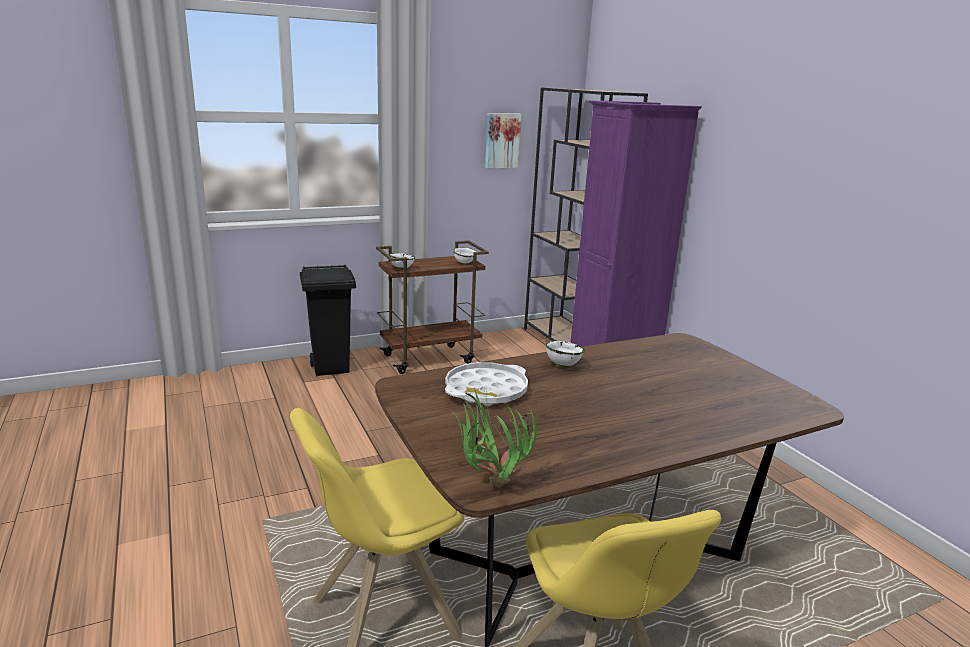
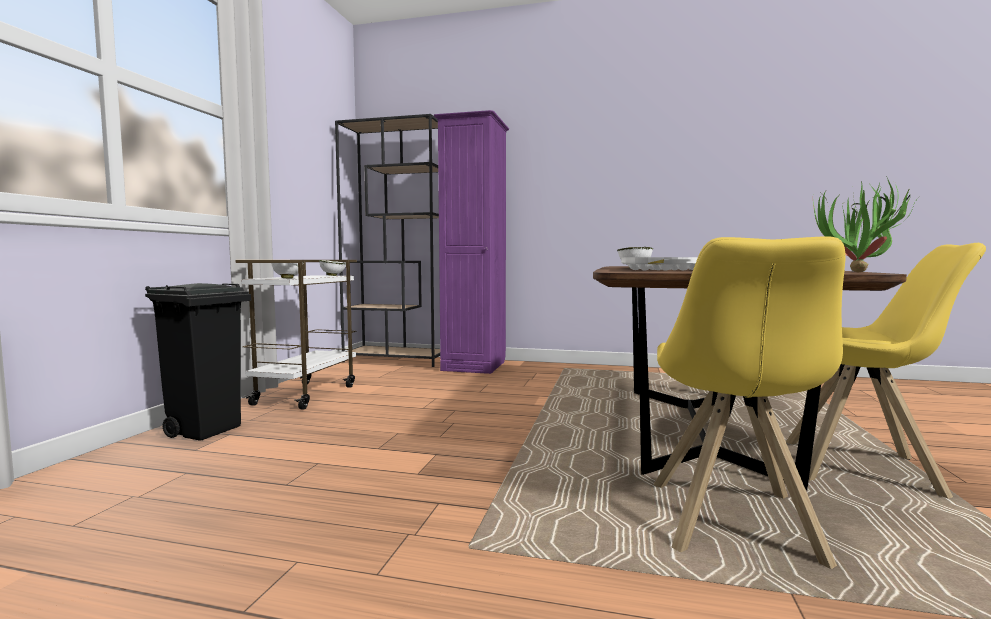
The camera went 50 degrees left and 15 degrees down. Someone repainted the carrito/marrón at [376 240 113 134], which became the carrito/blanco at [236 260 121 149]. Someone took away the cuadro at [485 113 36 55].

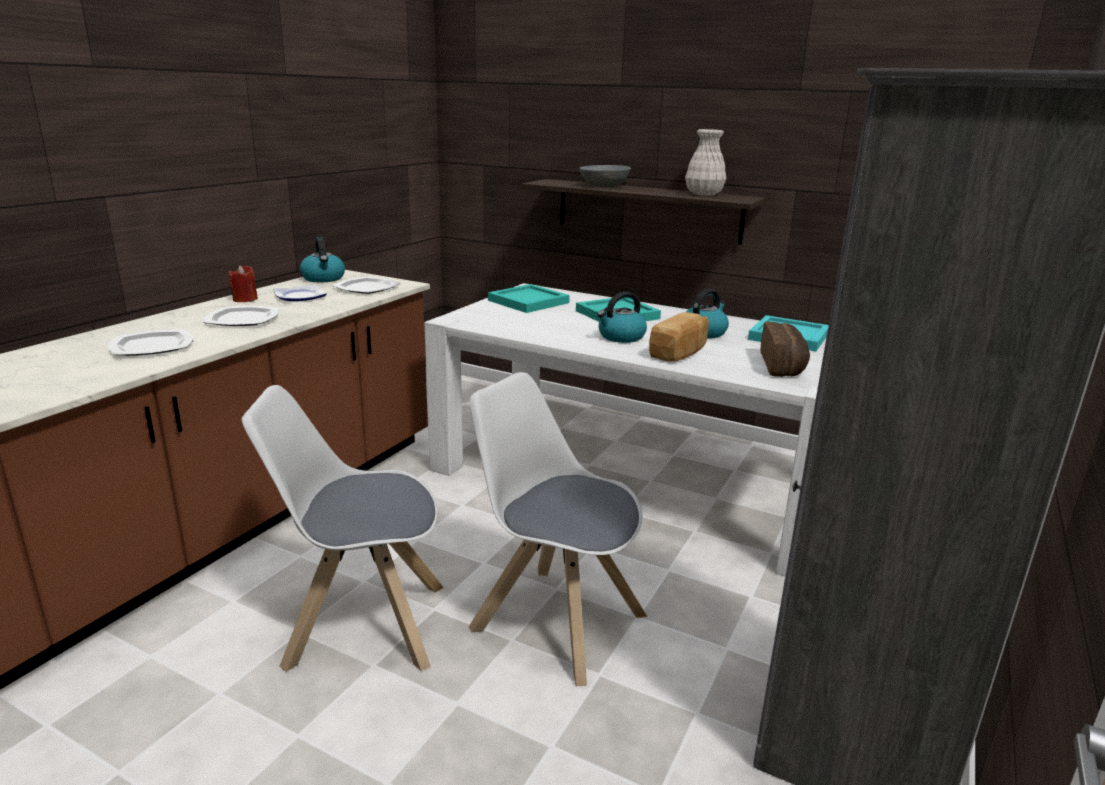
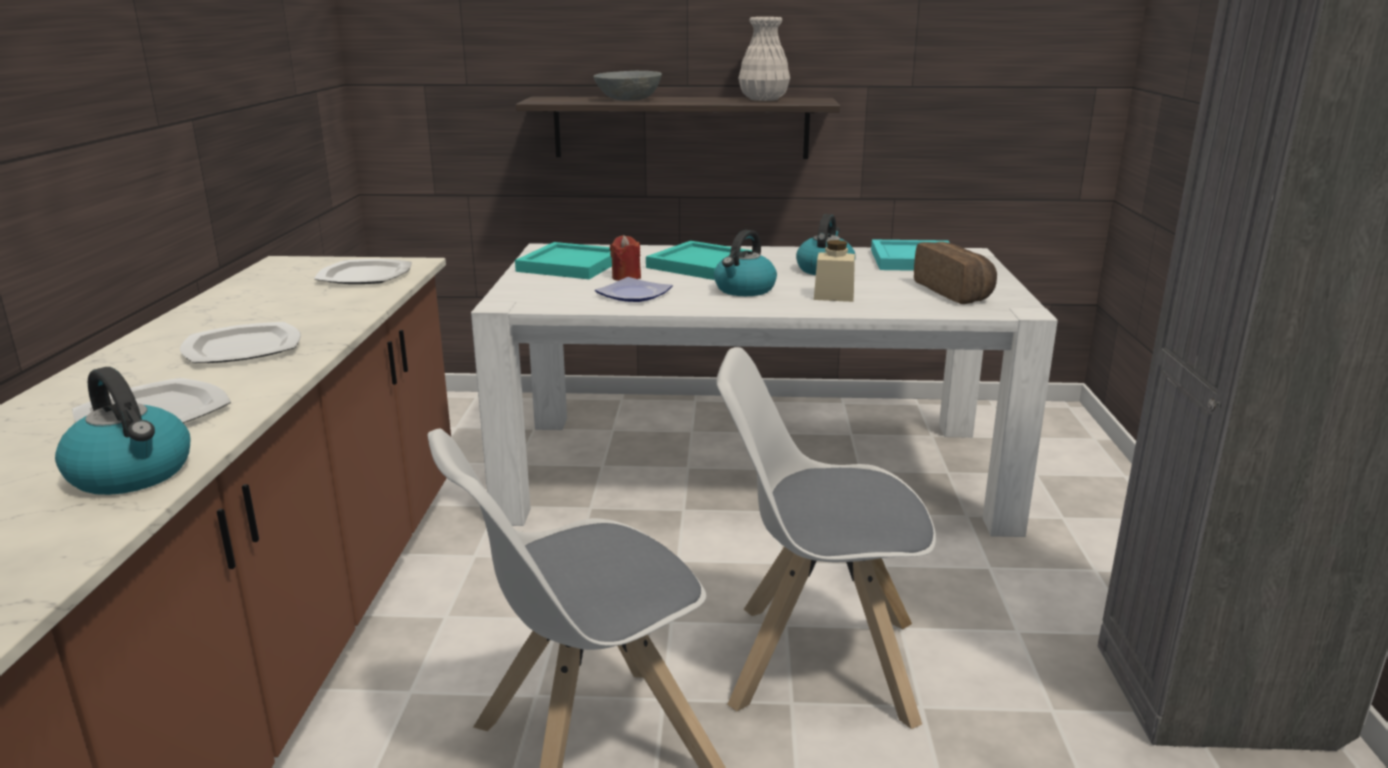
The camera went 25 degrees left and 0 degrees up. Someone carried the hervidor from [300 237 45 45] to [55 367 135 128]. Someone carried the plato from [273 284 54 17] to [595 277 78 25]. Someone carried the vela/rojo from [229 265 29 37] to [610 235 31 46]. Someone swapped the pan at [649 312 60 49] for the tarro/beis at [814 240 41 62].

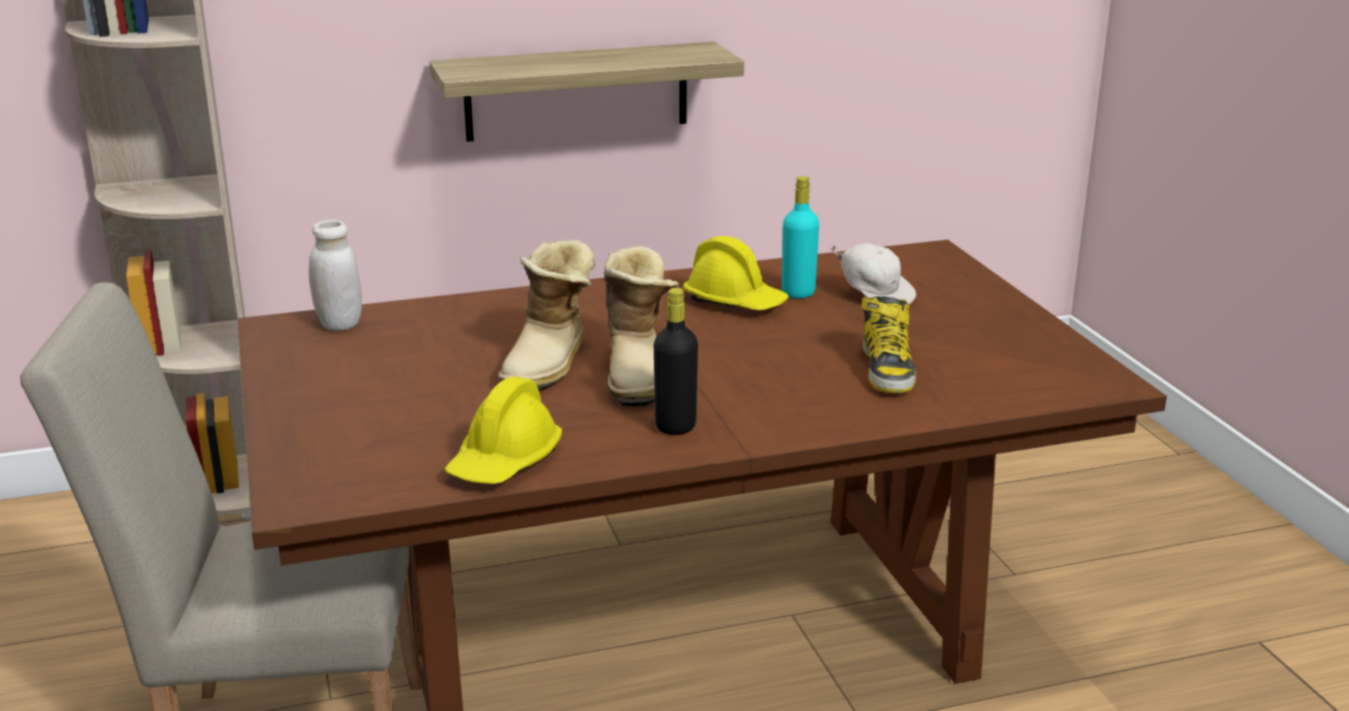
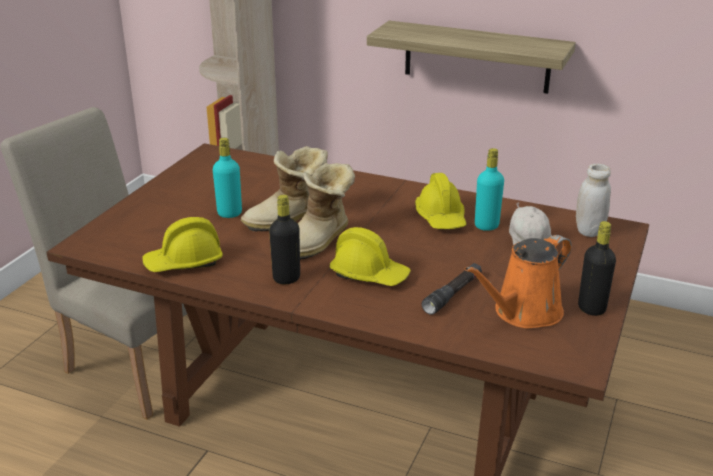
The camera went 40 degrees right and 5 degrees up. Someone put down the botella/turquesa at [213 138 29 80]. Someone put down the casco/amarillo at [330 227 81 59]. Someone swapped the bota at [861 296 55 97] for the linterna/negro at [422 263 60 52]. Someone put down the regadera/naranja at [464 235 108 94]. Someone carried the tarro/blanco from [309 220 53 110] to [576 164 35 73]. Someone put down the botella/negro at [578 221 38 95].

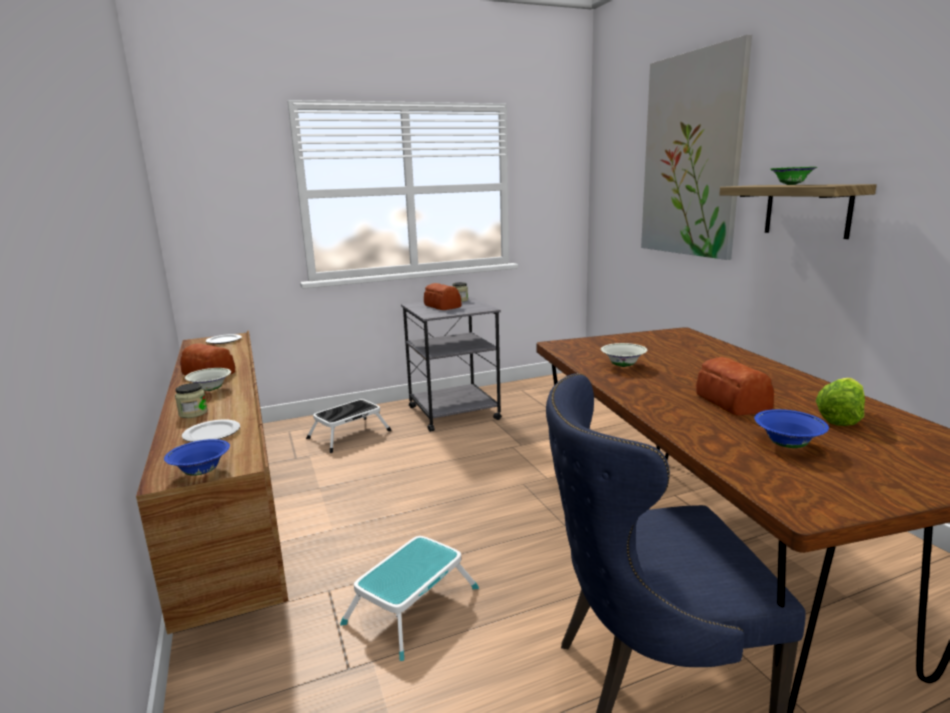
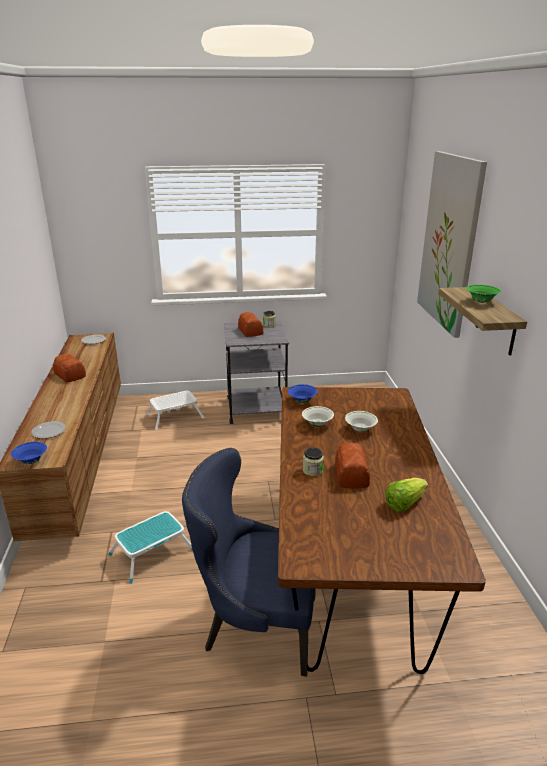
The camera went 15 degrees right and 10 degrees up. Someone repainted the escalera de tijera/negro at [306 399 86 54], which became the escalera de tijera/blanco at [145 391 60 39]. Someone carried the cuenco/azul from [754 409 75 39] to [288 384 30 19]. Someone carried the tarro from [175 383 33 35] to [303 448 21 28]. Someone carried the cuenco/blanco from [185 368 46 23] to [345 411 33 21].

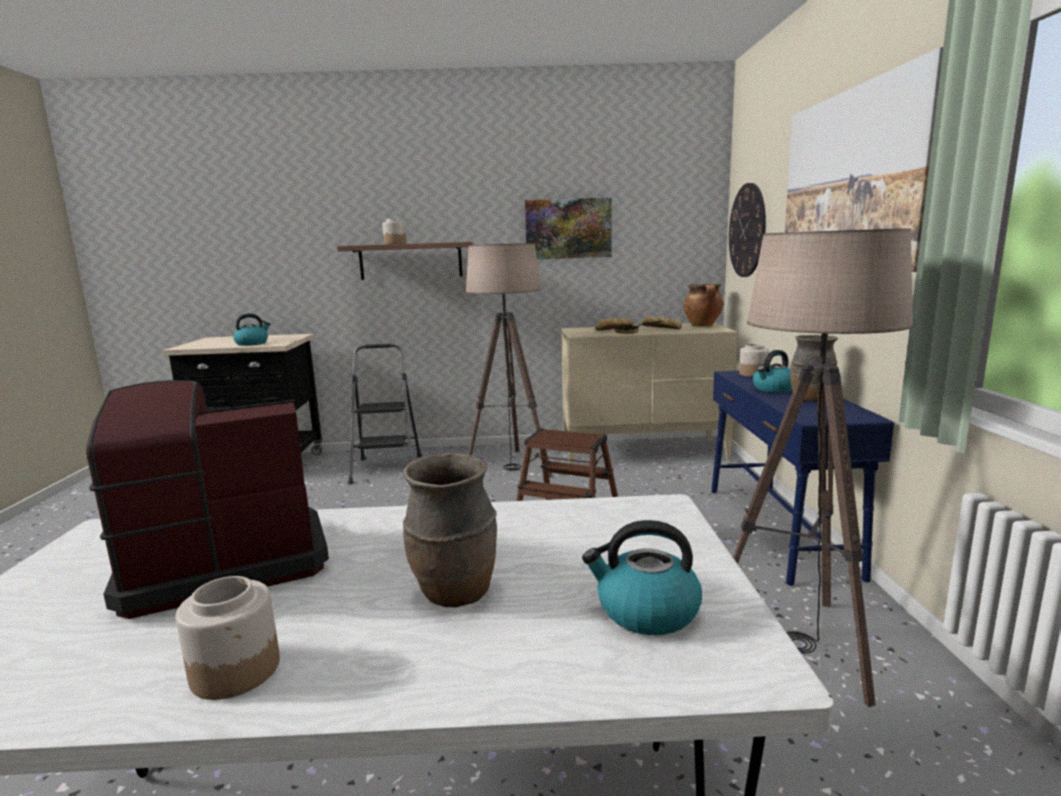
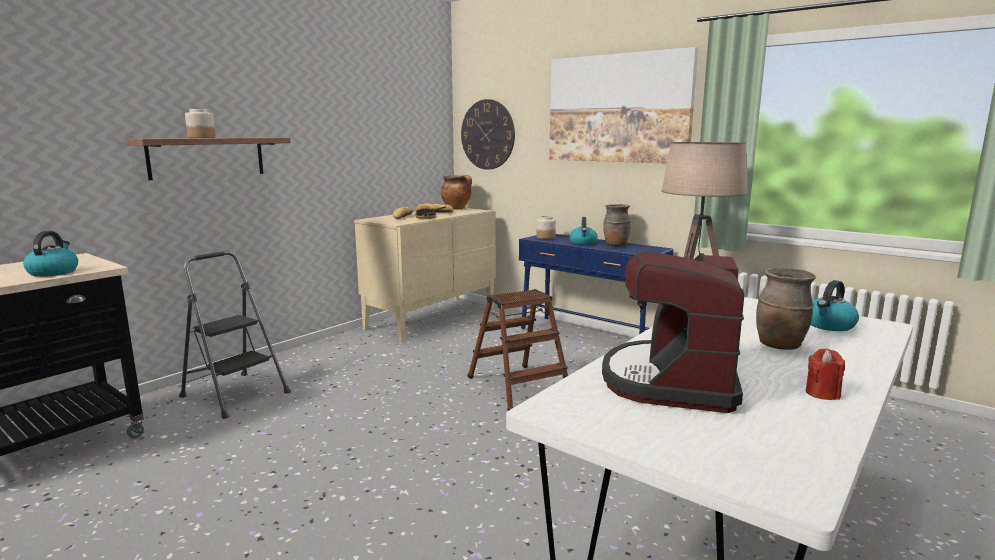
The camera went 50 degrees left and 0 degrees up. Someone swapped the tarro at [176 576 104 124] for the vela/rojo at [806 349 39 51]. Someone took away the lámpara de pie at [466 243 87 234]. Someone took away the cuadro at [525 198 86 61].

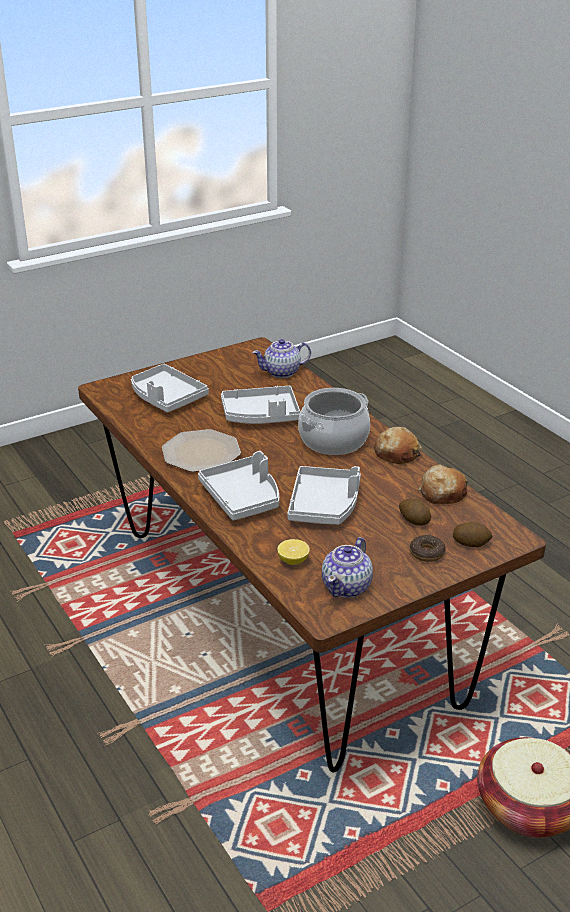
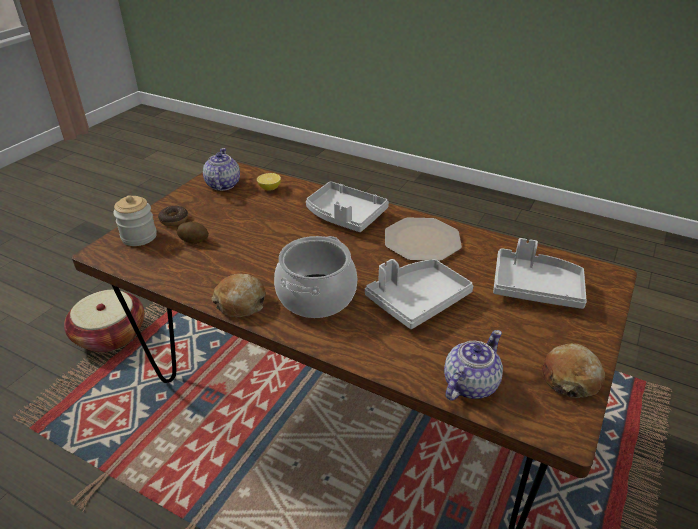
The camera went 150 degrees right and 5 degrees up. Someone swapped the patata at [453 522 40 25] for the tarro at [113 195 44 51]. Someone carried the pan from [419 465 48 39] to [542 343 63 55]. Someone took away the bandeja/gris at [287 466 74 59].

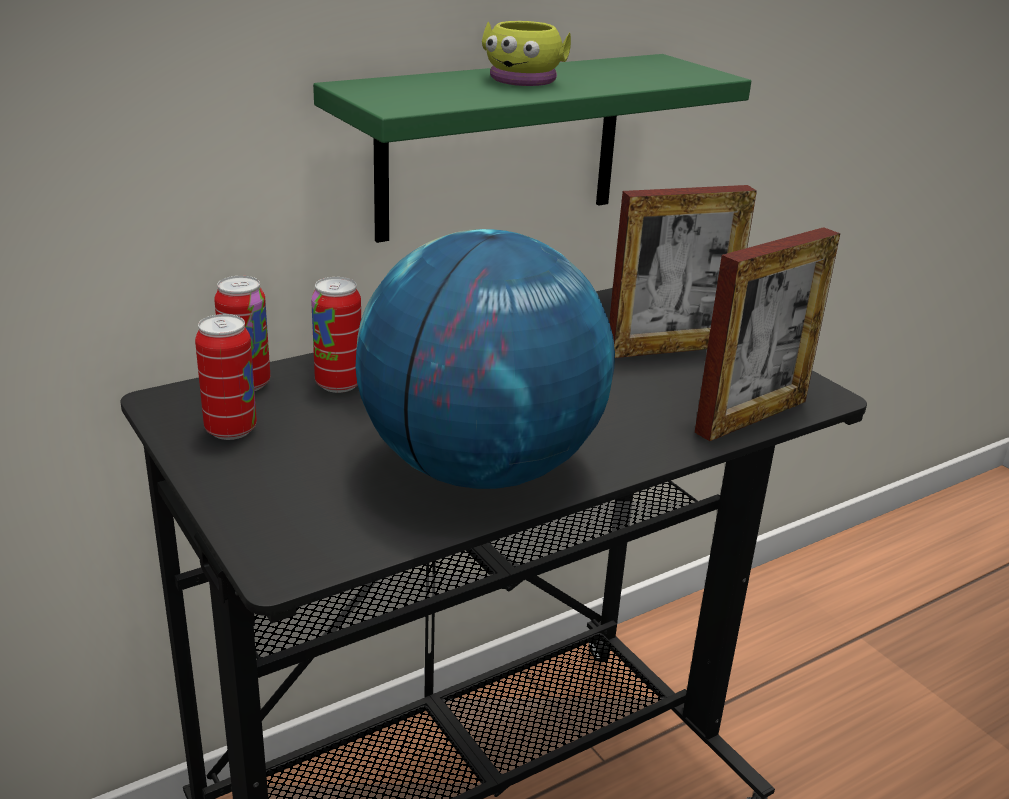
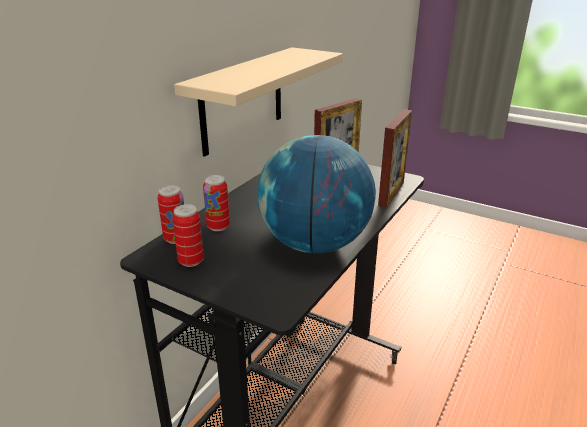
The camera went 25 degrees left and 0 degrees up. Someone repainted the estante/verde at [313 54 438 189], which became the estante/beis at [174 47 169 110]. Someone took away the taza grande/amarillo at [482 21 89 65].

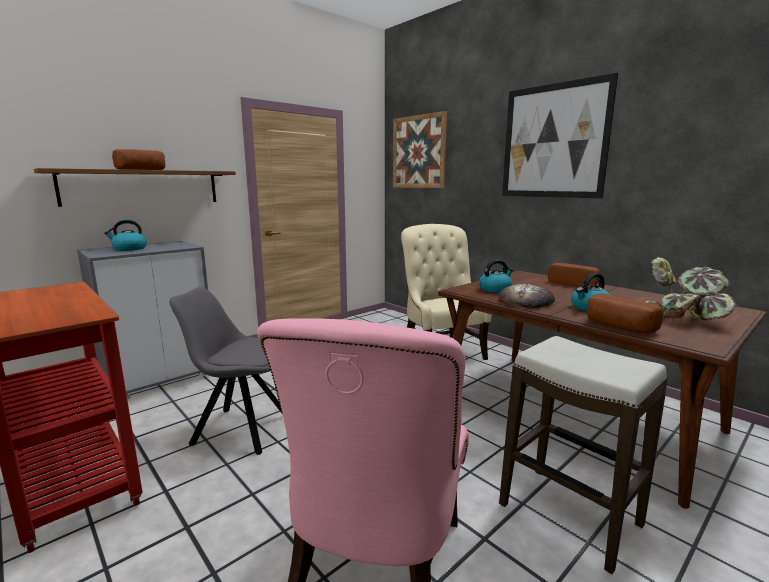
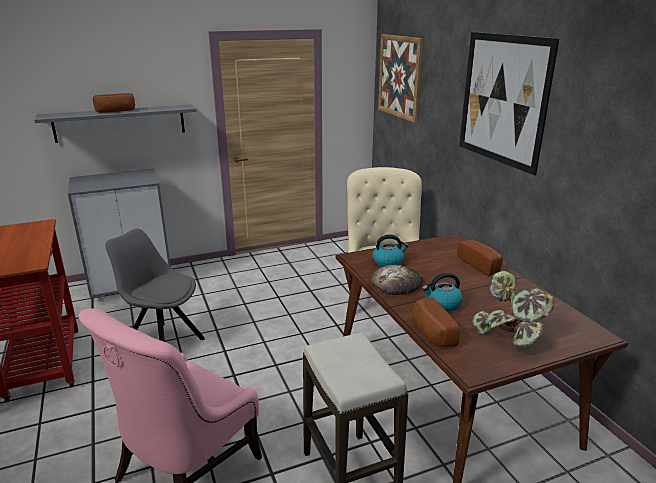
The camera went 20 degrees right and 10 degrees up. Someone repainted the estante/marrón at [34 168 202 39], which became the estante/gris at [34 104 163 39]. Someone took away the hervidor at [104 220 43 31].

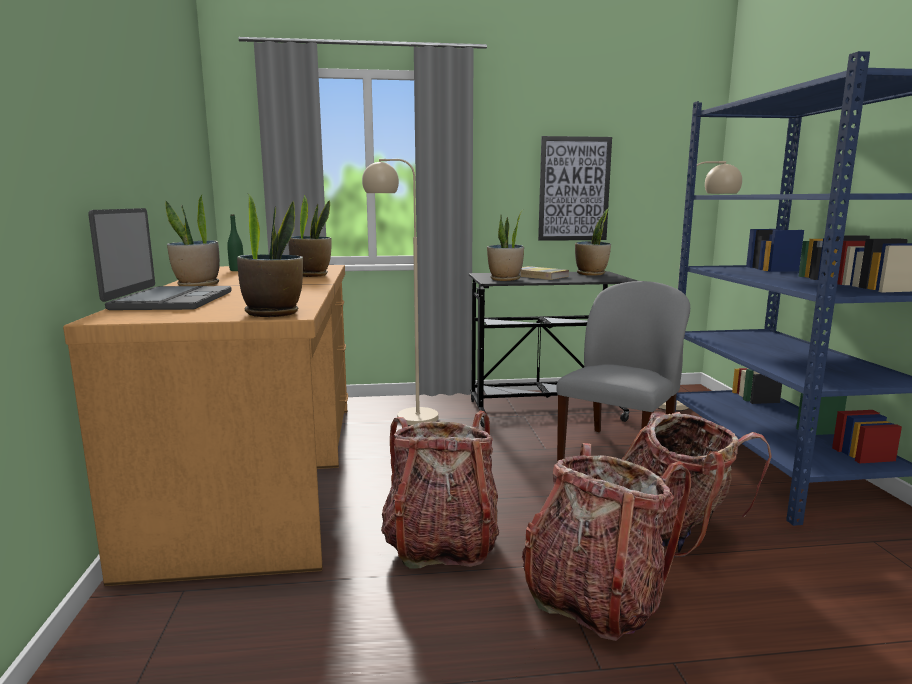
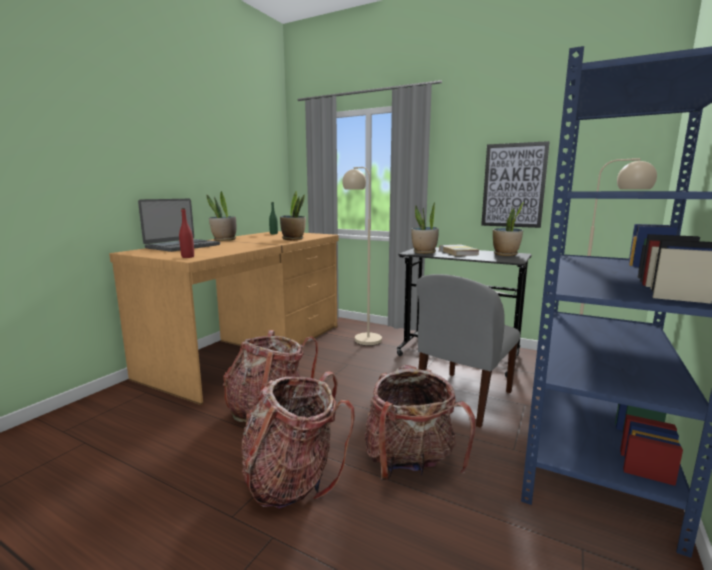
The camera went 35 degrees right and 0 degrees up. Someone swapped the planta en maceta at [237 193 66 124] for the botella/rojo at [179 208 15 50]. Someone rotated the silla/gris at [556 281 134 181] by 150 degrees clockwise.

